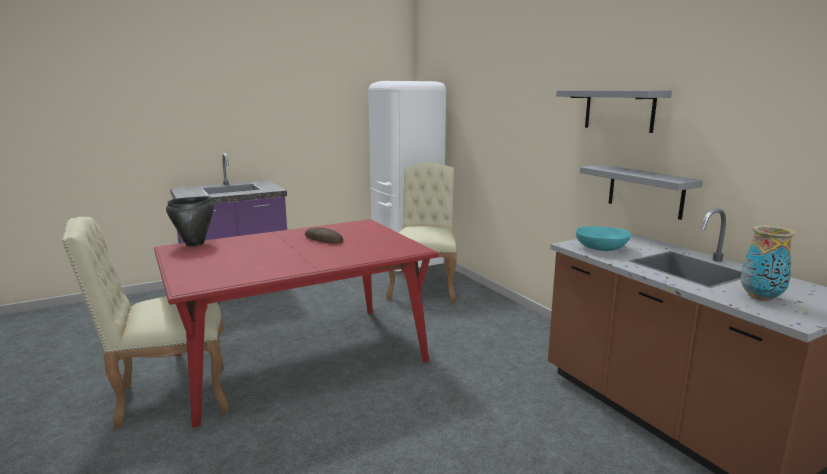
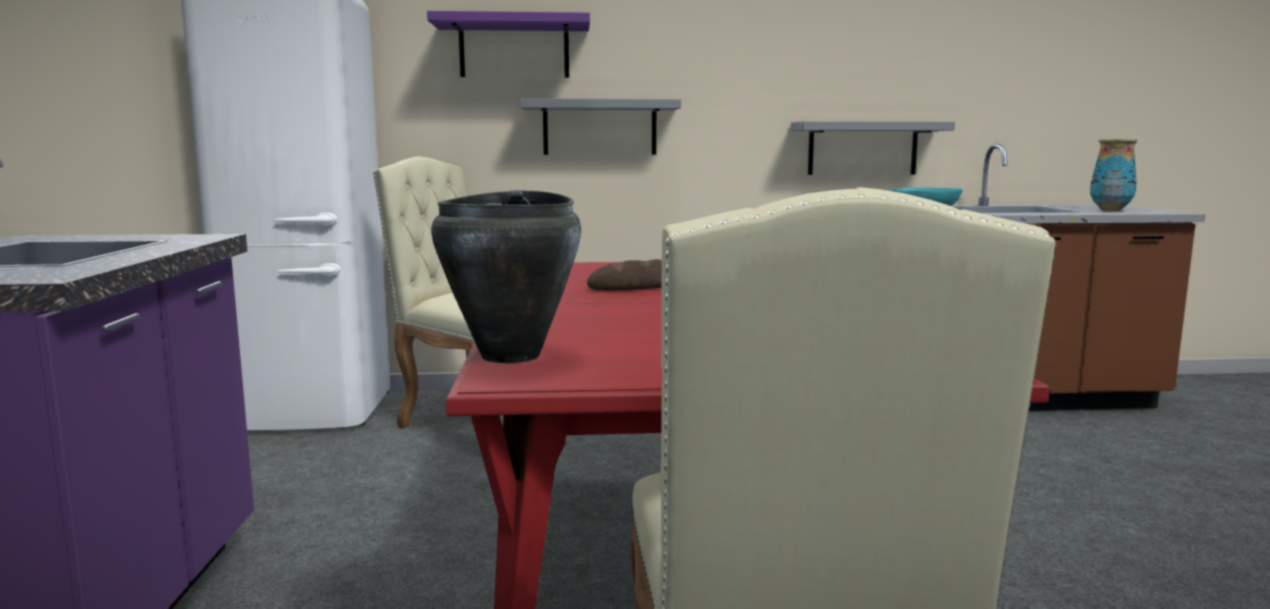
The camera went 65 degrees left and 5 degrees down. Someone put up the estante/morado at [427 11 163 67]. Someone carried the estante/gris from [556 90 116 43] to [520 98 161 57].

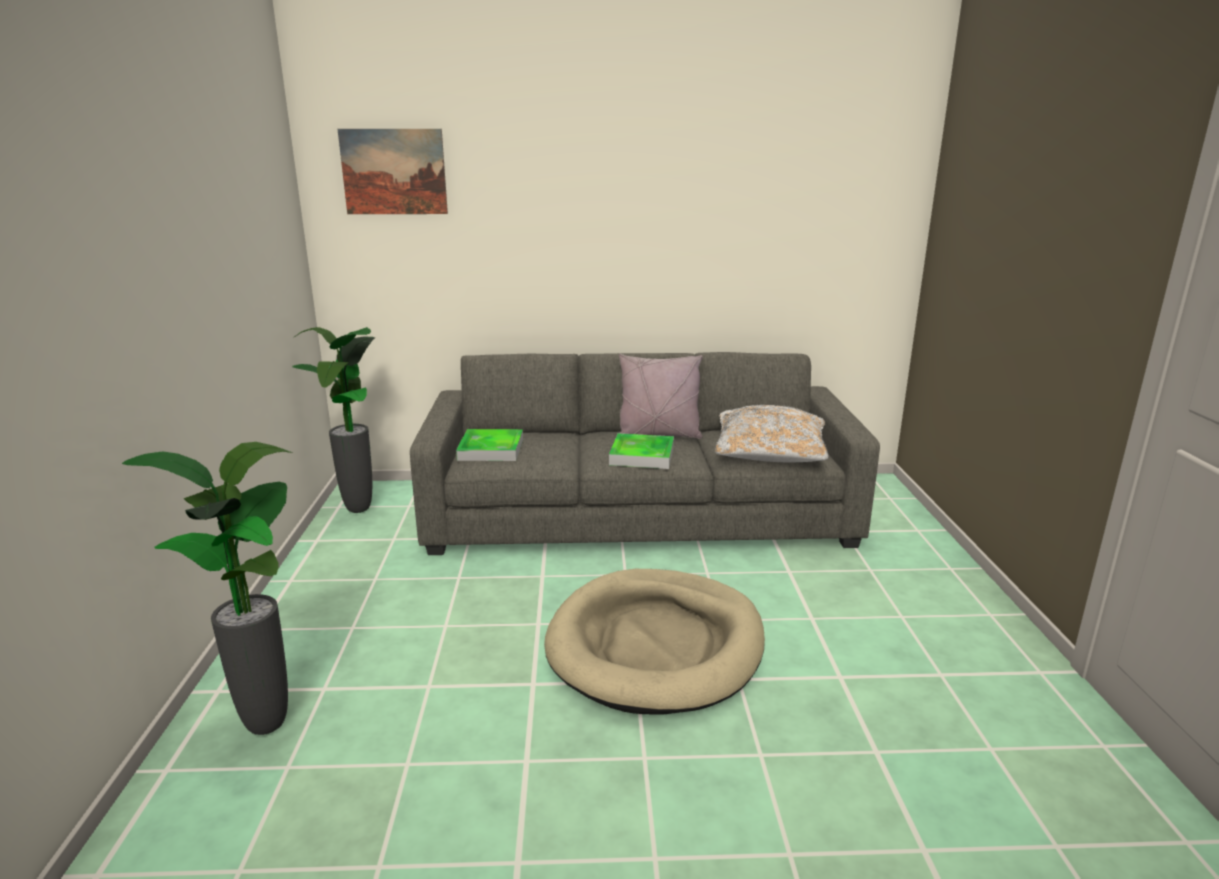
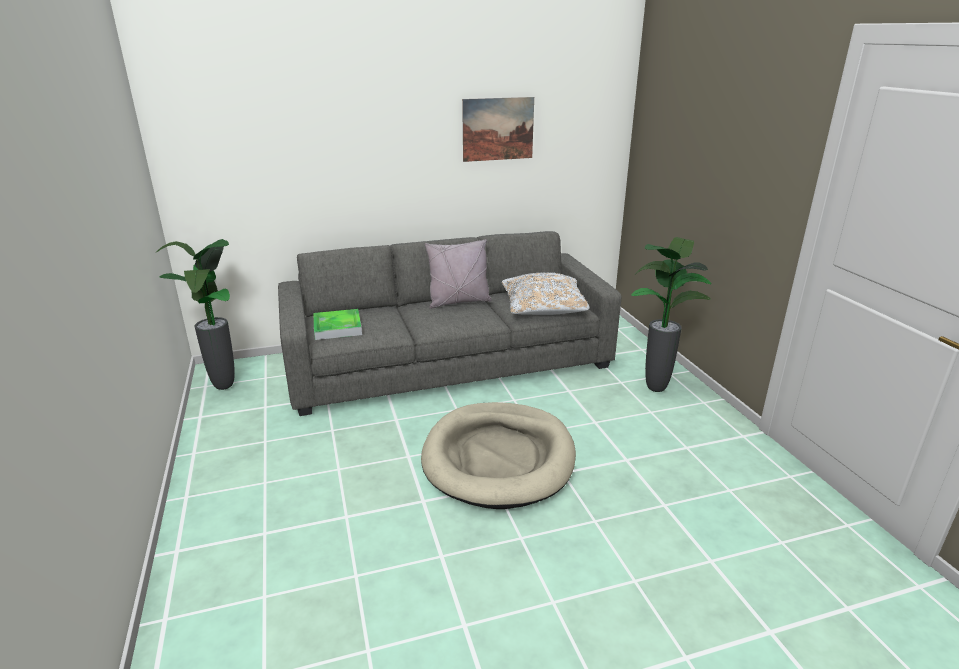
The camera went 15 degrees left and 5 degrees up. Someone carried the cuadro from [338 129 110 85] to [462 97 72 65]. Someone carried the planta en maceta from [122 442 170 293] to [631 237 81 155]. Someone took away the bandeja at [609 433 65 36].

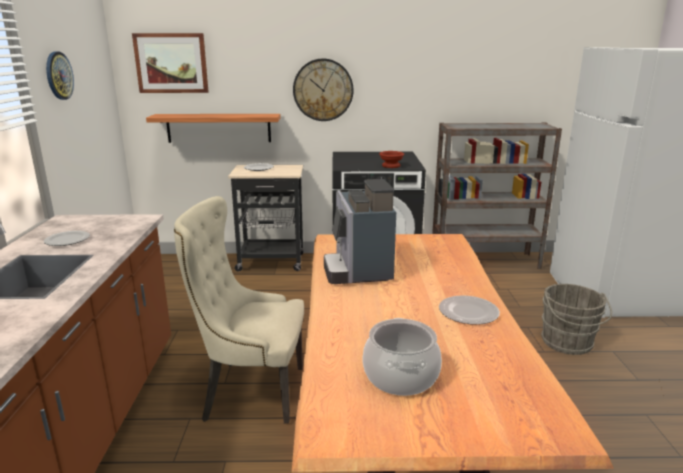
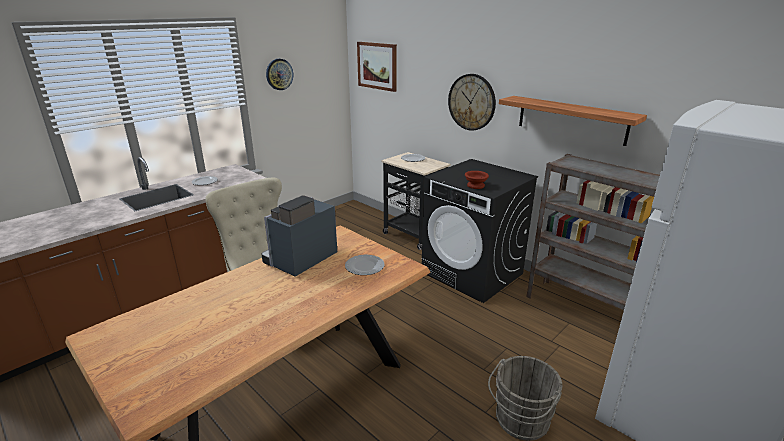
The camera went 45 degrees right and 5 degrees up. Someone carried the plato from [439 295 61 30] to [345 255 39 20]. Someone carried the estante from [146 114 135 29] to [499 96 148 50]. Someone took away the olla at [363 318 79 78].

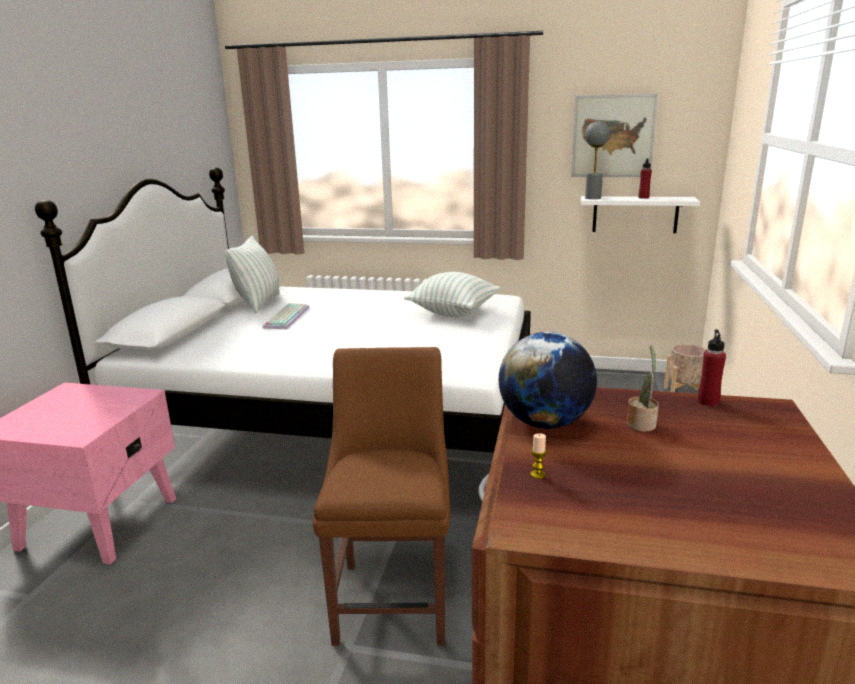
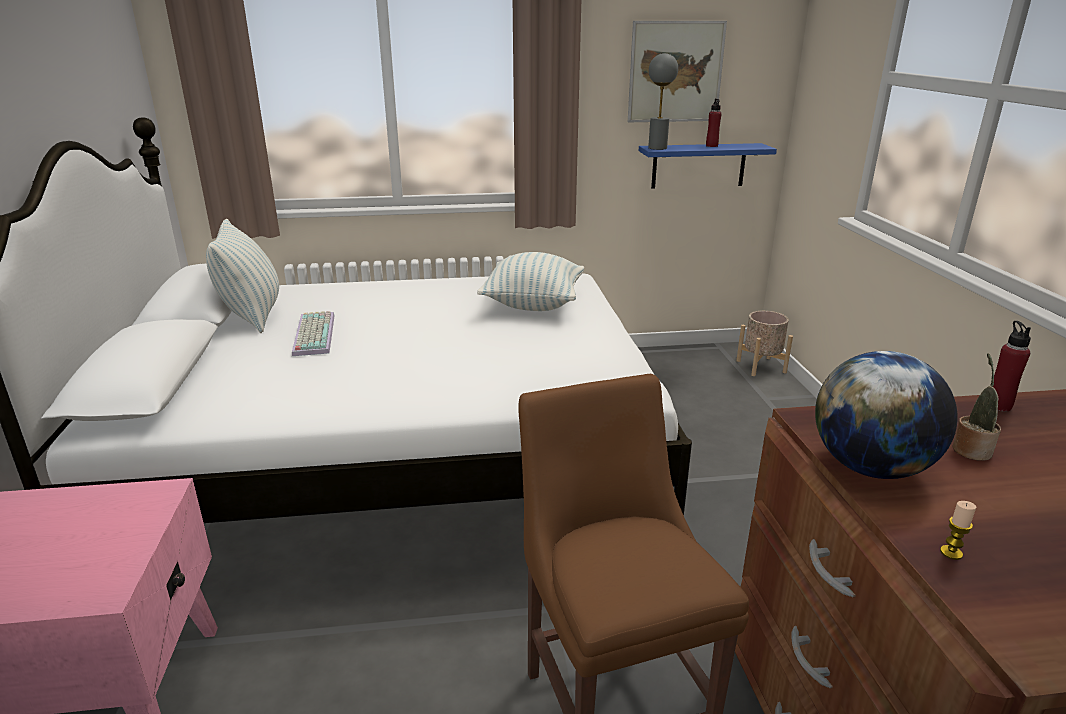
The camera went 20 degrees left and 5 degrees up. Someone repainted the estante/blanco at [581 196 119 37], which became the estante/azul at [639 143 138 45].

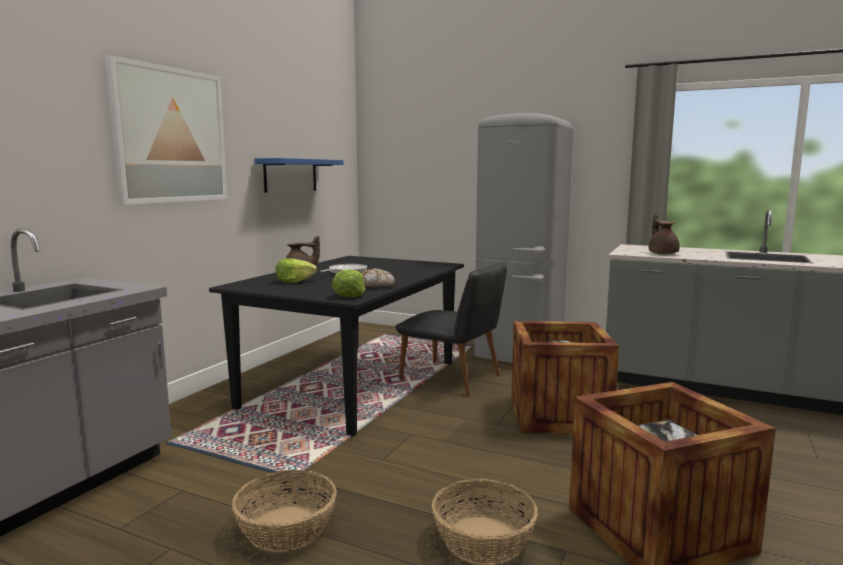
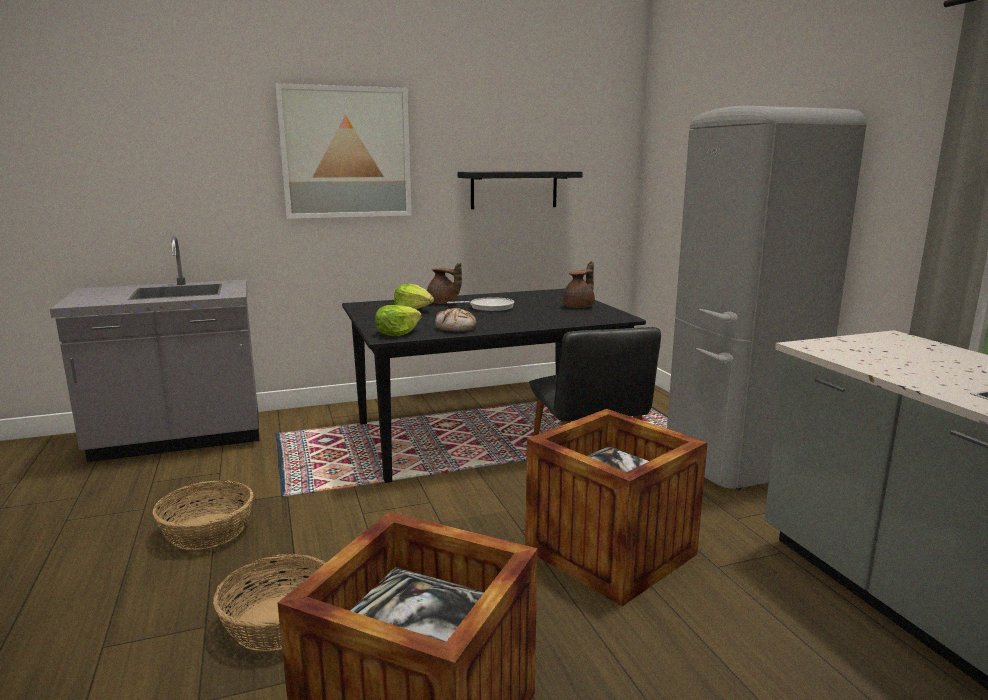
The camera went 45 degrees right and 5 degrees up. Someone repainted the estante/azul at [254 158 90 35], which became the estante/negro at [457 171 126 38]. Someone carried the tetera/marrón from [649 213 31 41] to [563 261 32 47].

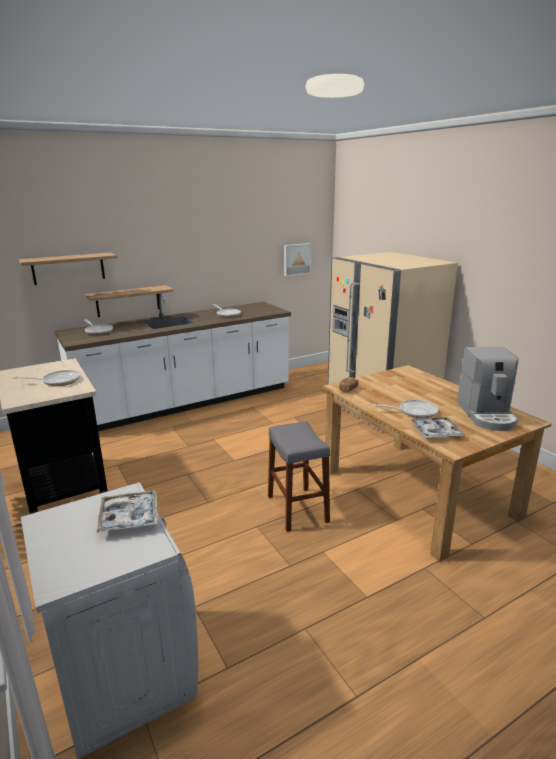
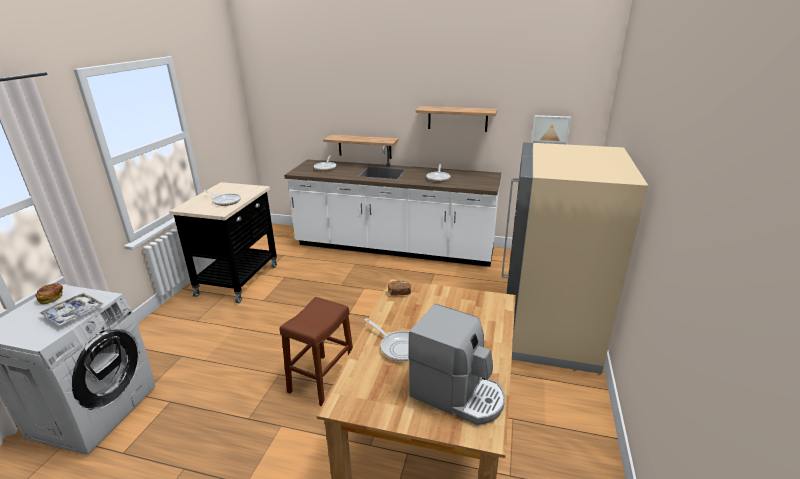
The camera went 45 degrees right and 5 degrees up. Someone put down the pan at [35 283 28 21]. Someone repainted the taburete/gris at [268 421 62 111], which became the taburete/marrón at [280 297 73 109]. Someone rotated the cafetera at [457 347 62 84] by 105 degrees counterclockwise. Someone carried the estante from [18 253 99 32] to [416 106 81 26]. Someone took away the bandeja at [411 417 54 21].

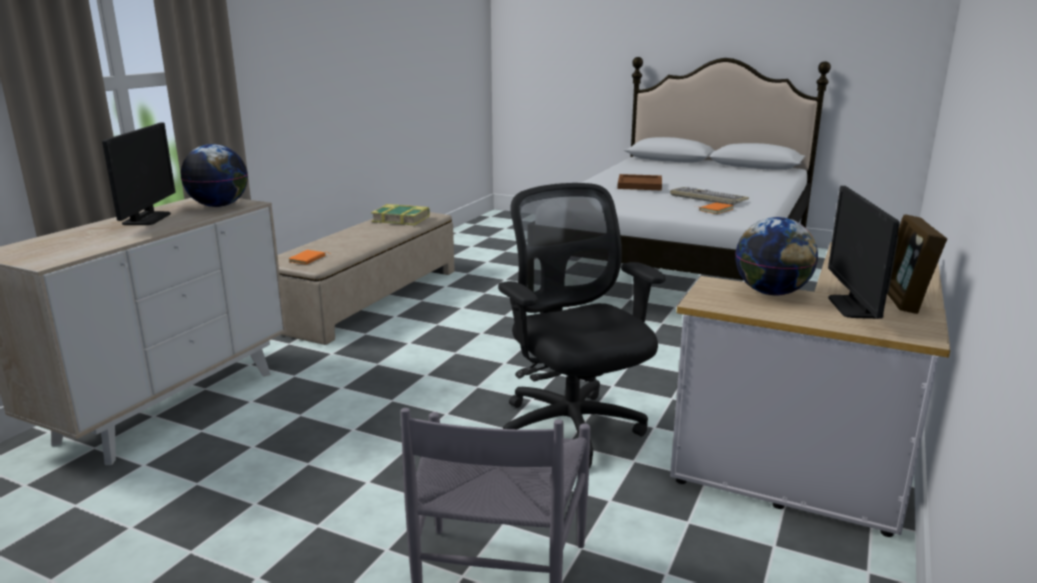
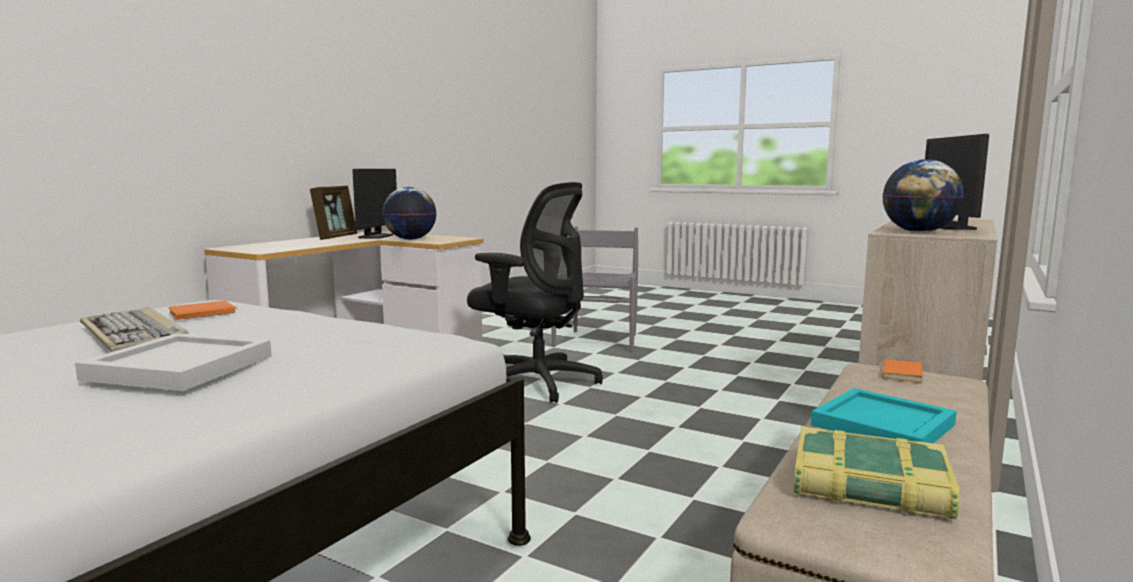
The camera went 175 degrees left and 10 degrees down. Someone repainted the bandeja/marrón at [617 174 45 17], which became the bandeja/blanco at [75 333 197 58]. Someone rotated the silla de oficina/negro at [498 183 167 286] by 45 degrees counterclockwise. Someone put down the bandeja/turquesa at [811 388 146 55].

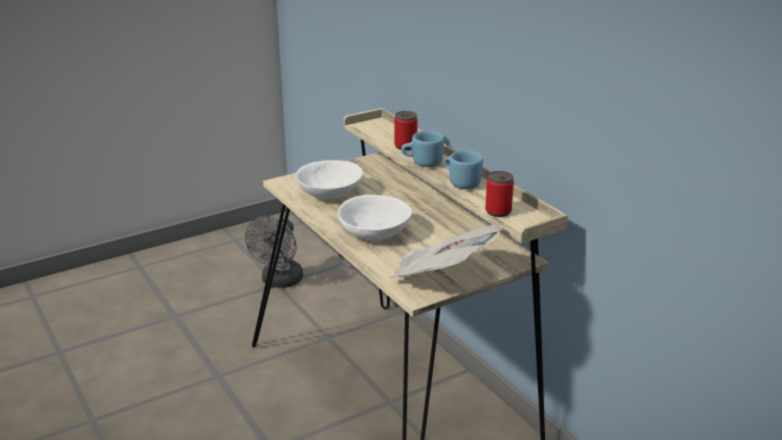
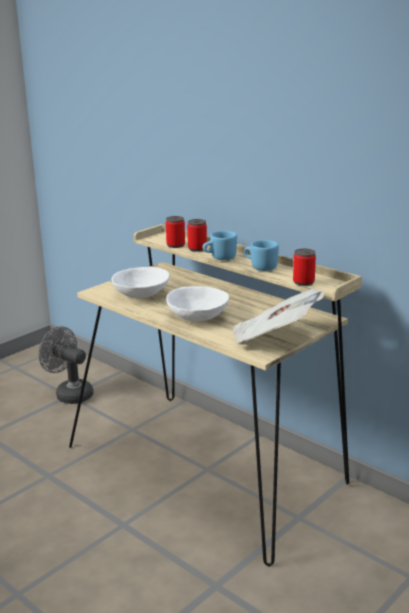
The camera went 15 degrees left and 5 degrees down. Someone rotated the ventilador/gris at [245 216 58 72] by 120 degrees clockwise. Someone put down the lata at [166 216 19 32].

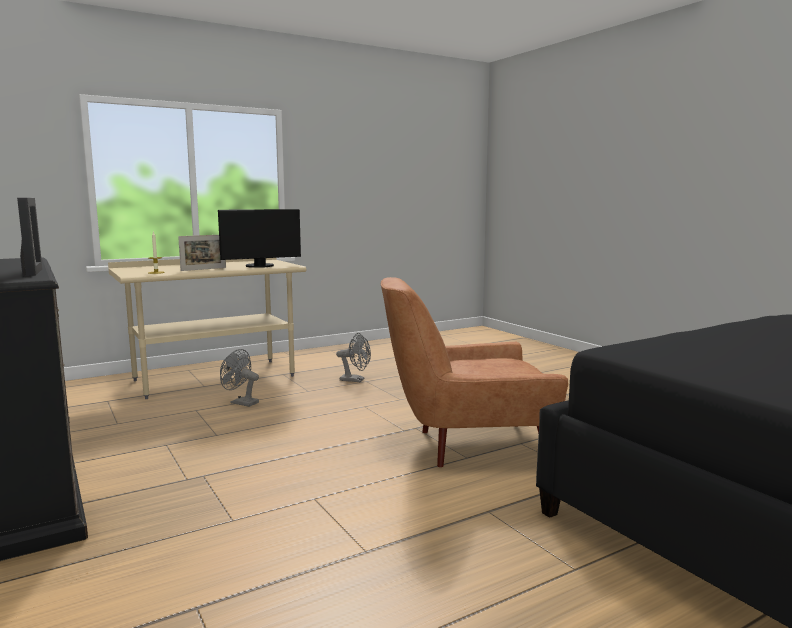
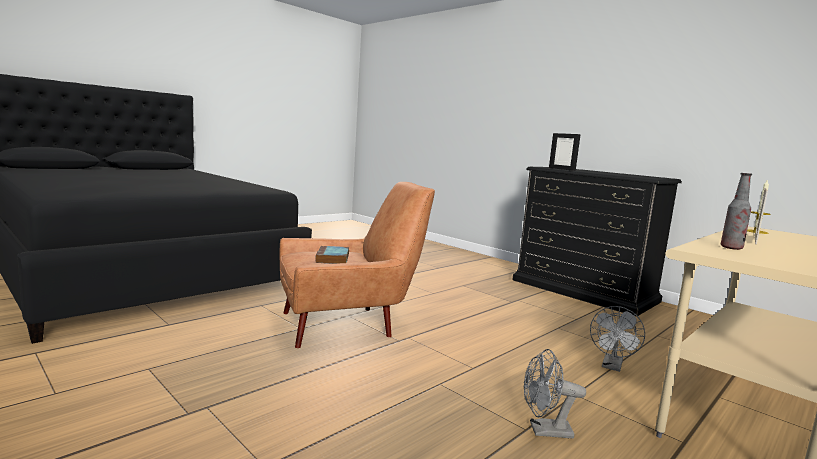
The camera went 165 degrees right and 0 degrees up. Someone put down the libro at [316 246 33 18]. Someone rotated the ventilador/gris at [220 349 39 58] by 105 degrees clockwise. Someone swapped the monitor at [218 209 83 59] for the botella at [721 173 31 77].

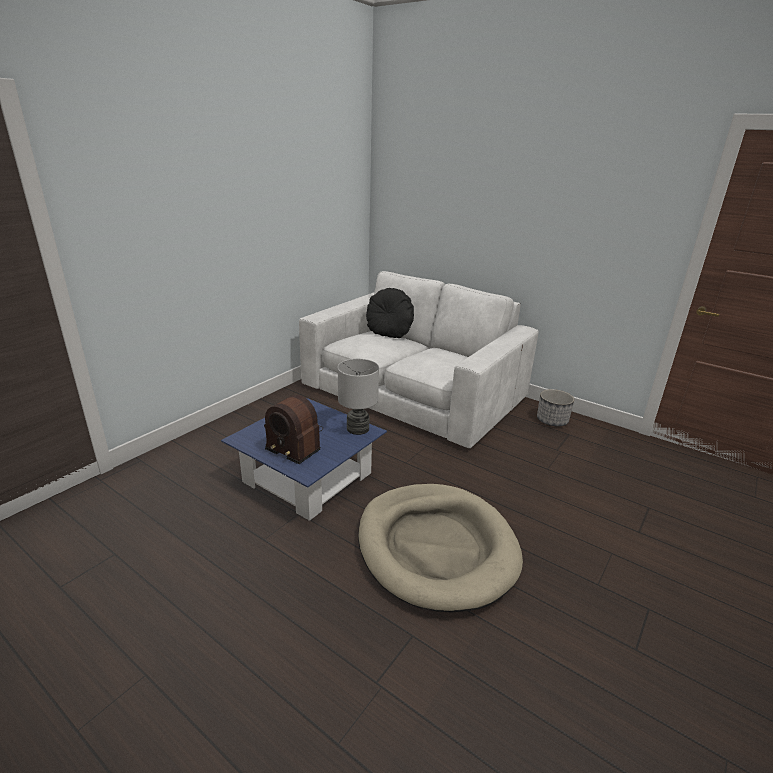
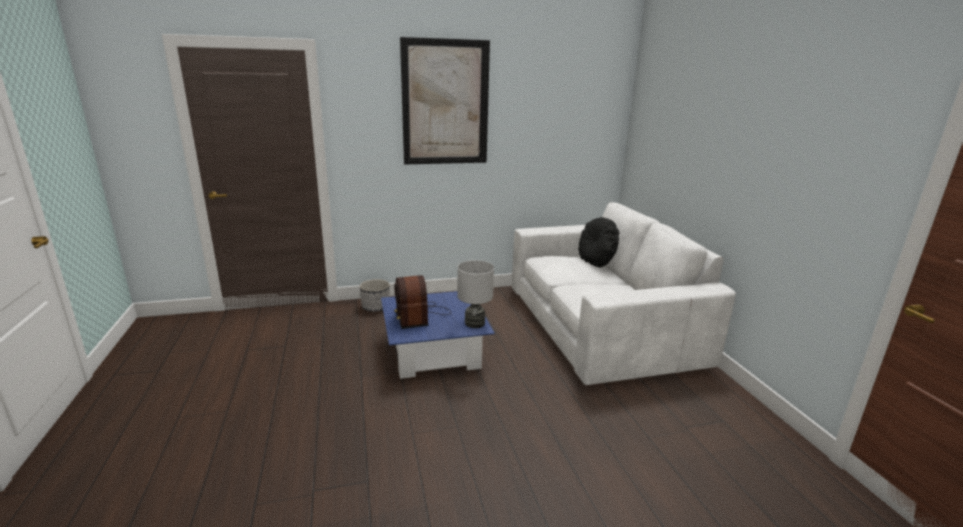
The camera went 40 degrees right and 5 degrees down. Someone carried the maceta from [537 389 37 37] to [360 279 30 33]. Someone put up the cuadro at [400 37 90 127]. Someone took away the cama para perro/beis at [358 484 165 128].

